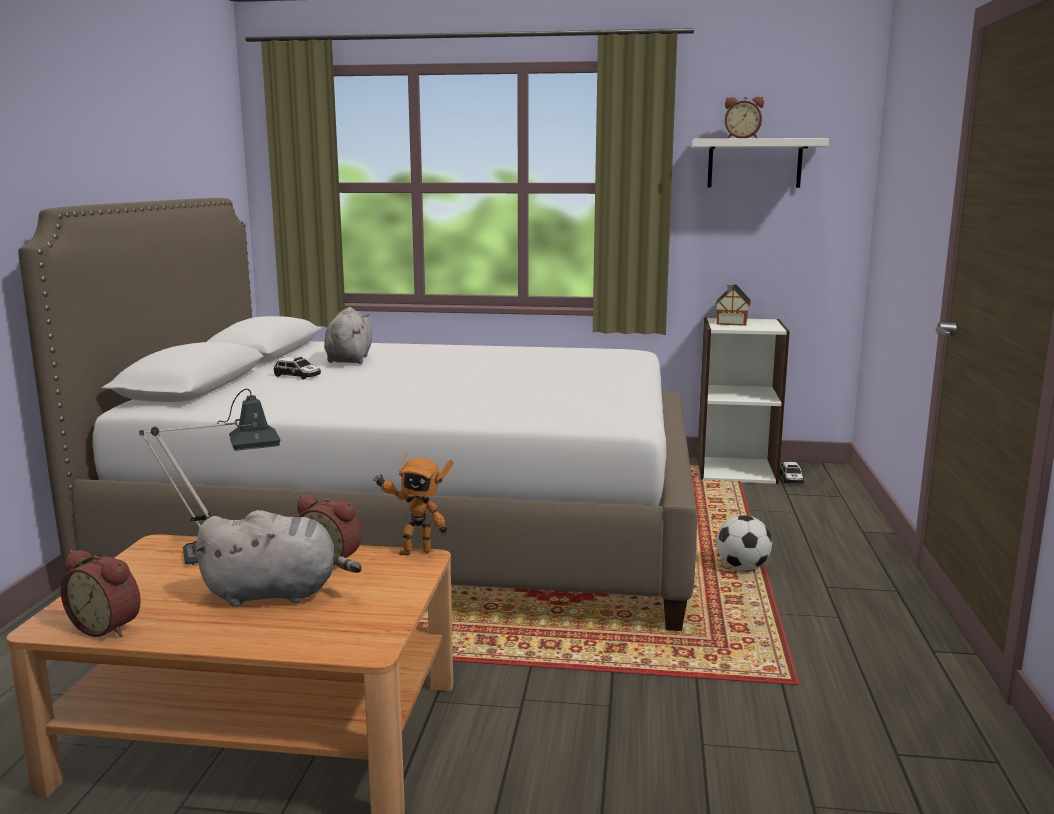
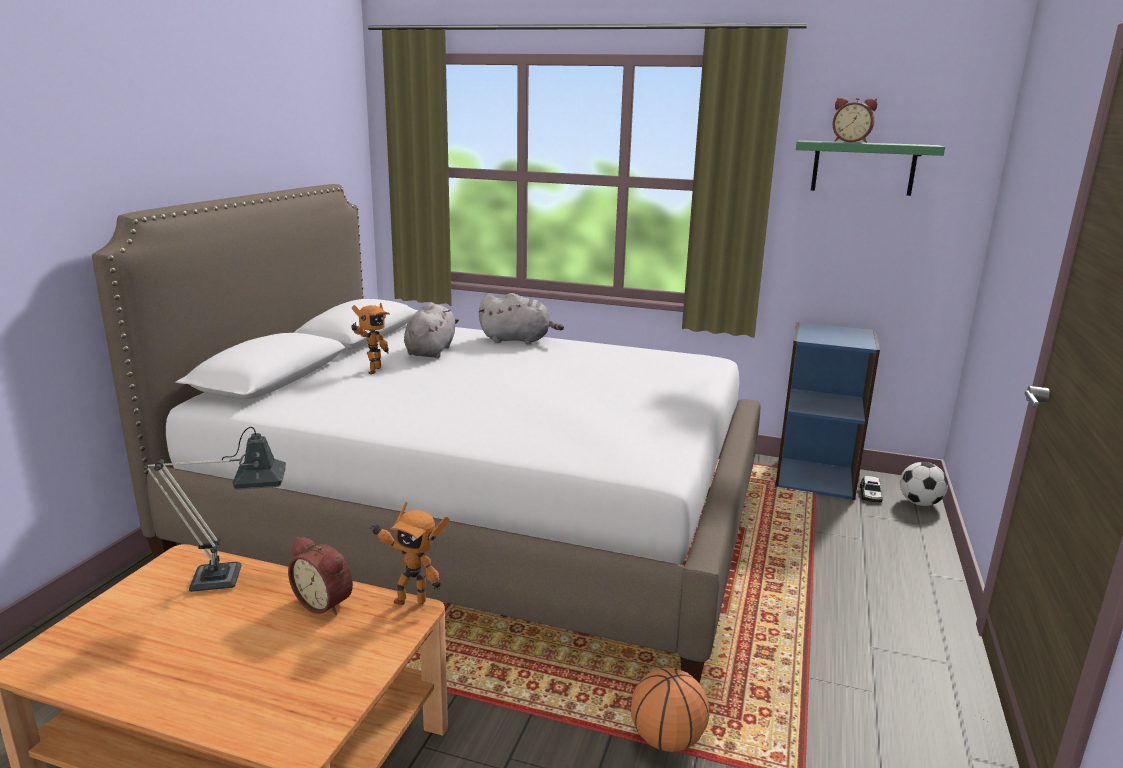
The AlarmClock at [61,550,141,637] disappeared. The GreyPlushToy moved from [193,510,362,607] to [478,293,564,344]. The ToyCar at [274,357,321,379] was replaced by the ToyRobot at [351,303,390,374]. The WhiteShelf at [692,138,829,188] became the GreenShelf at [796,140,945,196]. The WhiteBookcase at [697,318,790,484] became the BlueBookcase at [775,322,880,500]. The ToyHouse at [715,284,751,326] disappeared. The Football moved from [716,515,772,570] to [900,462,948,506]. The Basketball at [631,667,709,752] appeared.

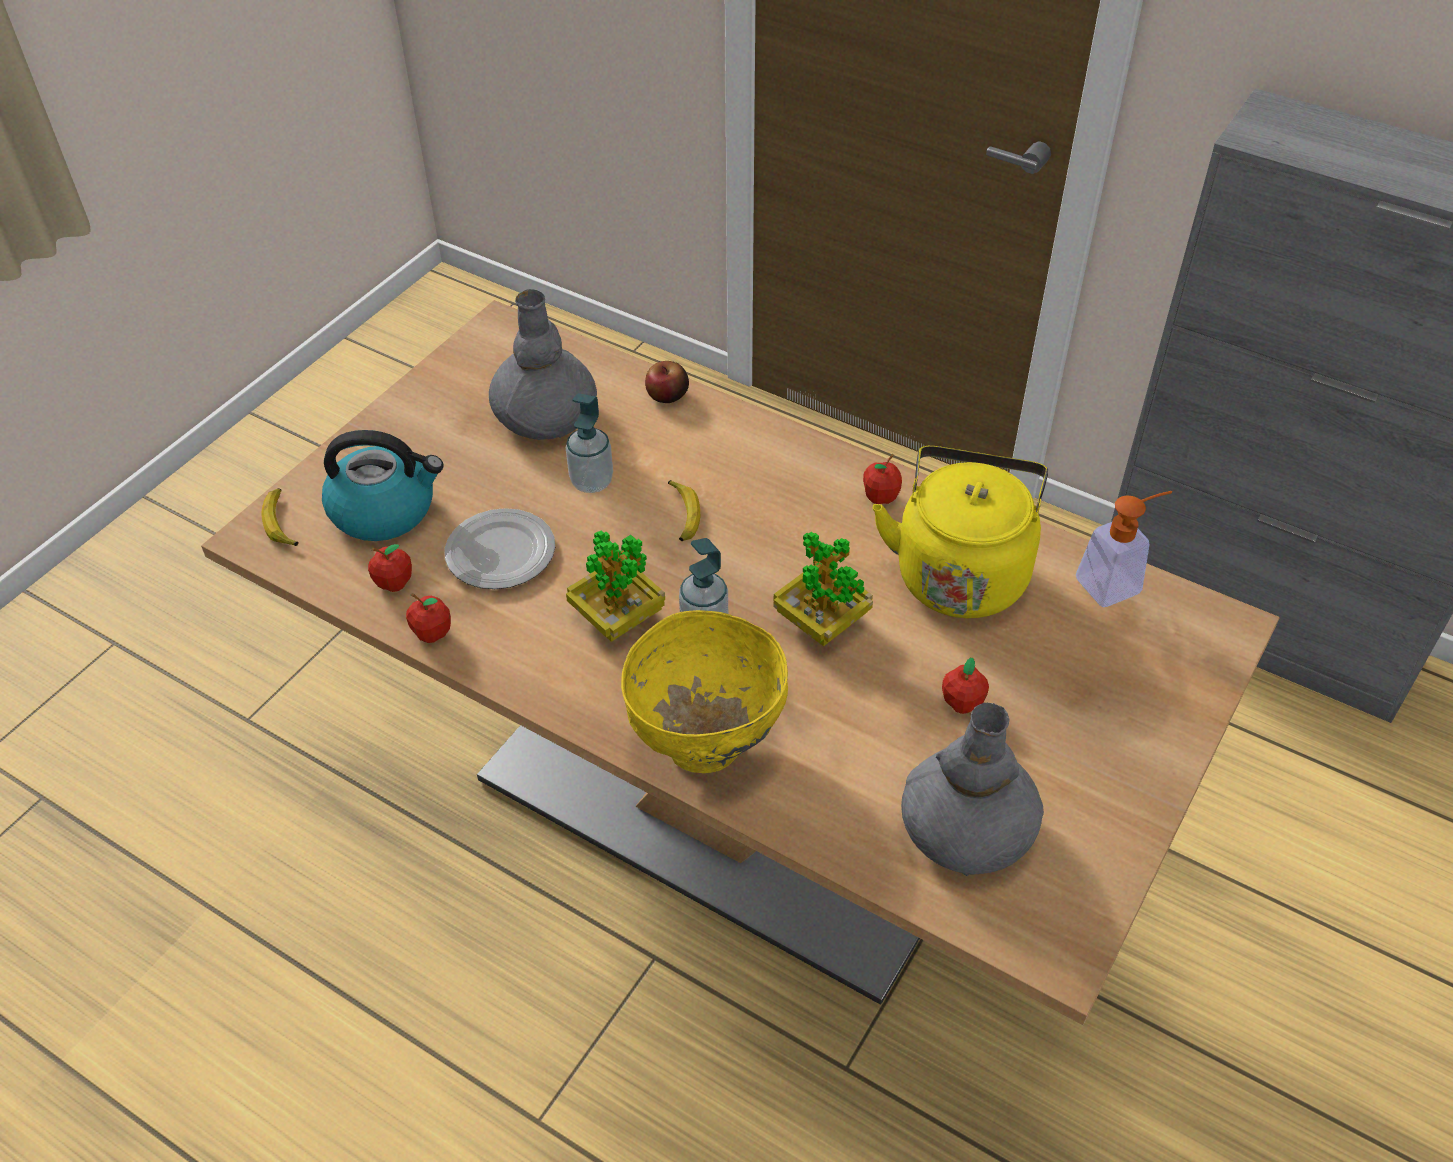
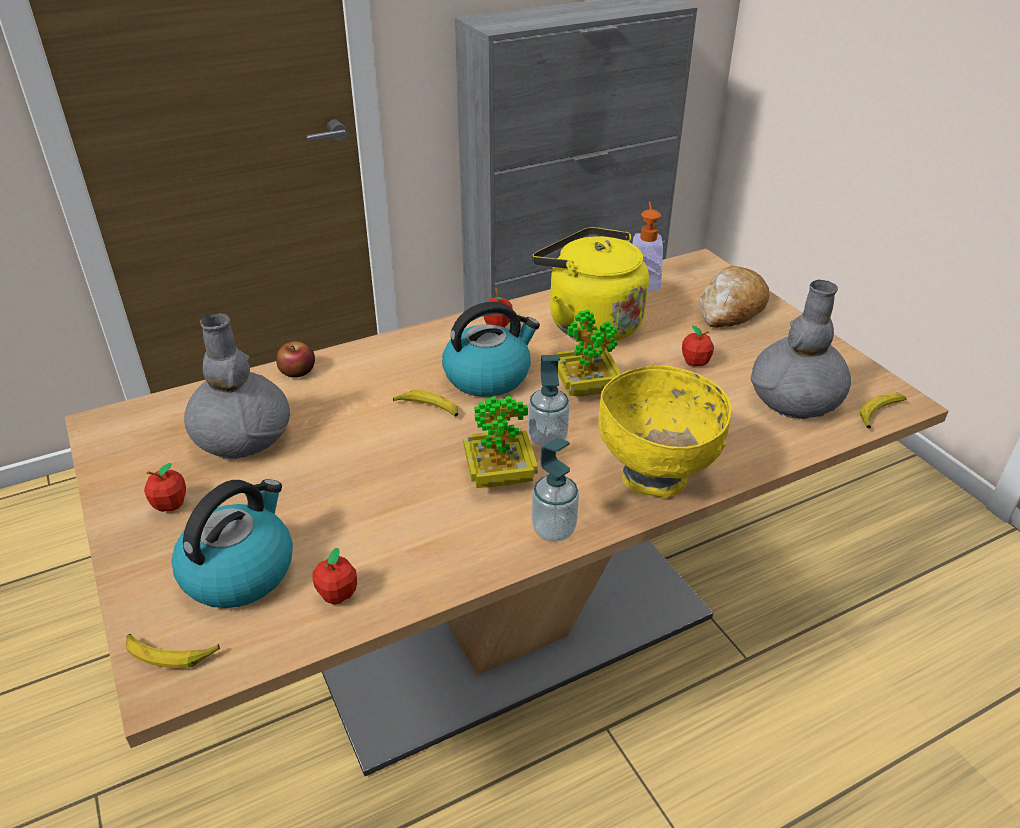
The Apple moved from [406,593,451,643] to [144,463,186,512]. The Plate at [444,508,555,589] disappeared. The SoapDispenser moved from [566,393,613,493] to [532,438,579,542]. The Kettle at [442,302,540,397] appeared. The Bread at [699,266,769,328] appeared. The Banana at [860,393,906,428] appeared.

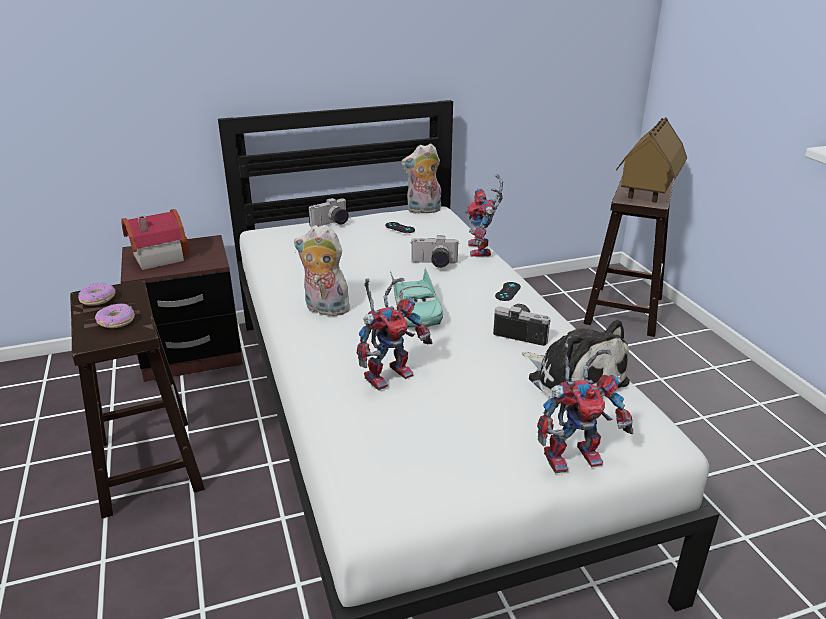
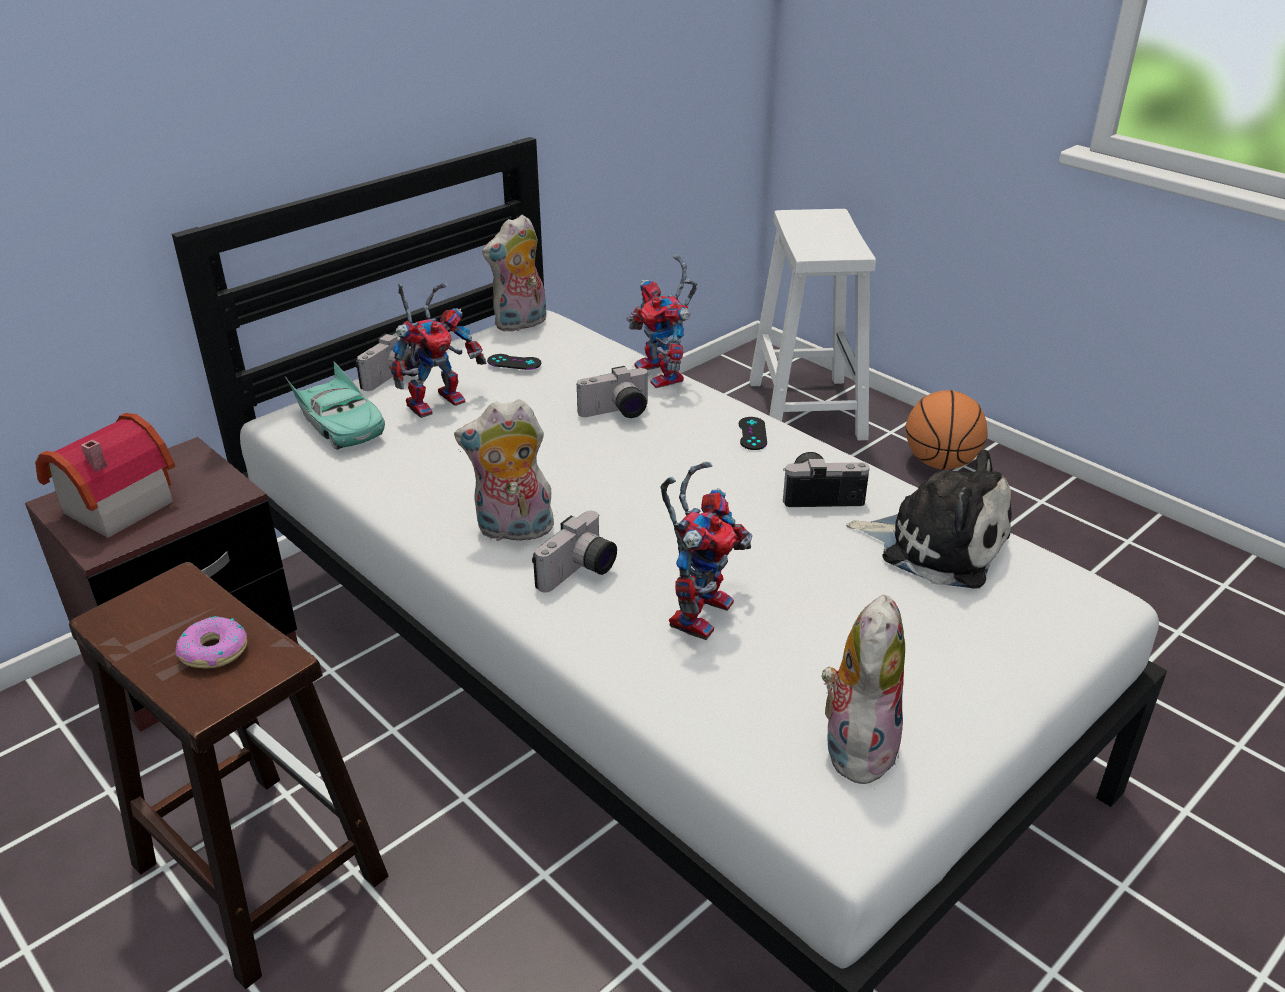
The Donut at [78,283,116,306] disappeared. The TurquoiseToyCar moved from [390,268,443,328] to [285,362,385,450]. The ToyRobot moved from [537,343,633,473] to [391,283,487,418]. The BrownStool at [584,175,674,337] became the WhiteStool at [749,209,876,441]. The ToyHouse at [616,117,687,203] disappeared. The PhotoCamera at [532,511,617,593] appeared. The PlushToy at [822,595,905,790] appeared. The Basketball at [906,390,988,470] appeared.

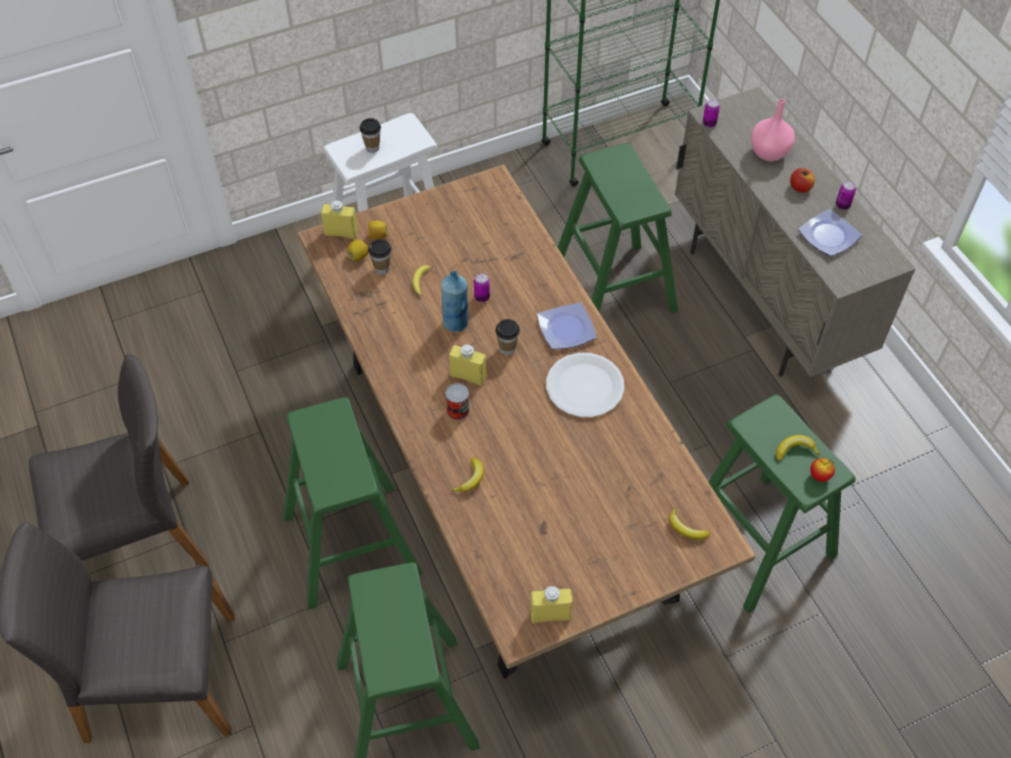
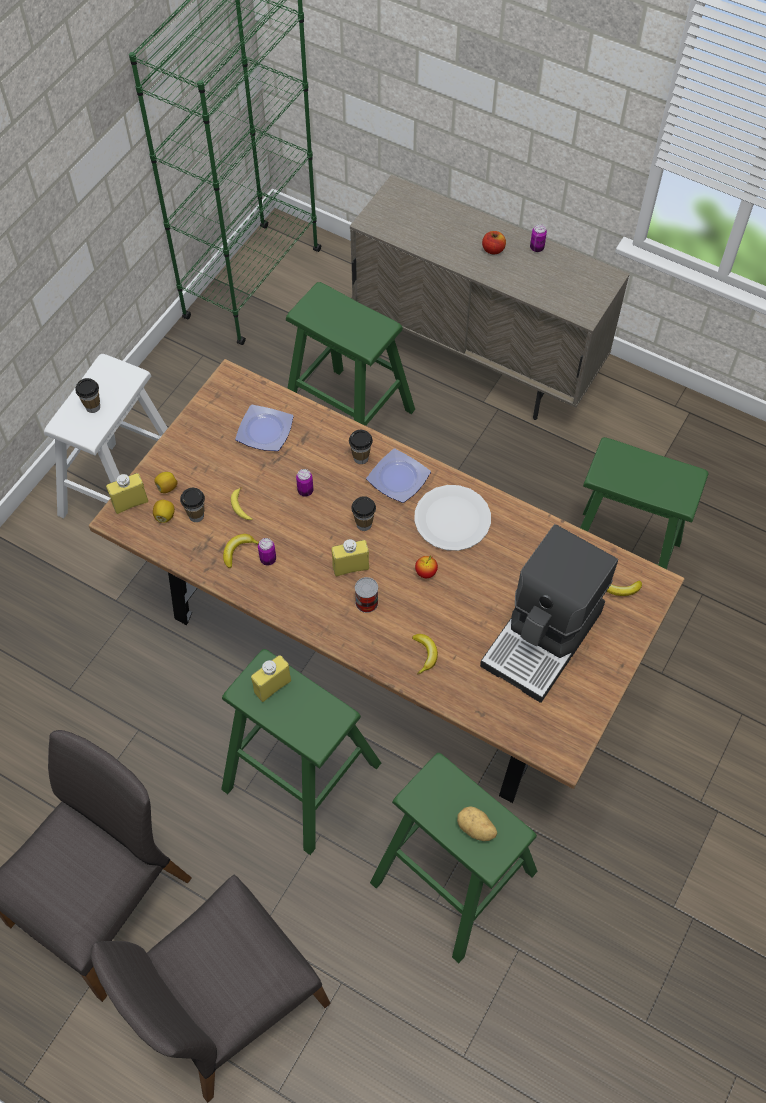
The BlueBottle at [441,271,468,332] disappeared. The YellowBottle moved from [530,586,573,623] to [251,655,291,702]. The Can moved from [703,99,720,127] to [258,538,276,566]. The PinkVase at [751,99,795,161] disappeared. The Banana moved from [776,435,820,461] to [223,534,259,568]. The Plate moved from [798,209,862,256] to [235,405,294,451]. The Apple moved from [810,458,835,482] to [415,555,438,578]. The Cup at [349,430,373,464] appeared. The Potato at [457,806,497,841] appeared. The CoffeeMachine at [480,524,618,703] appeared.

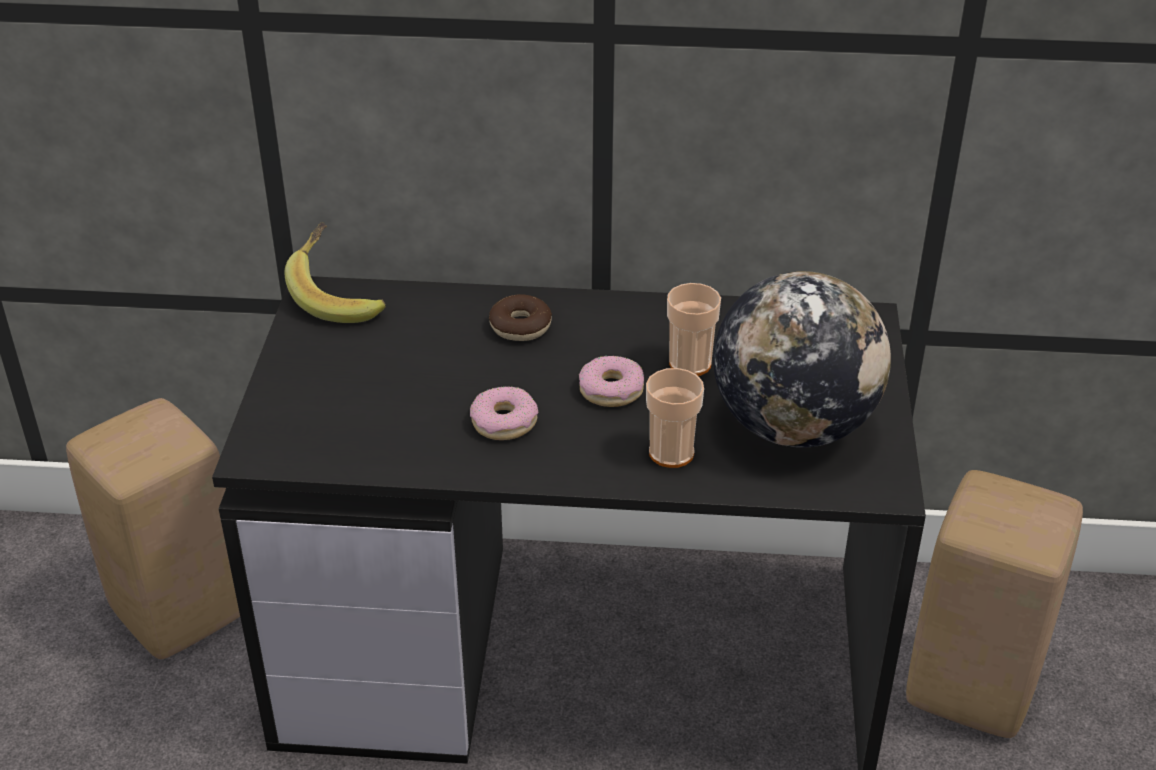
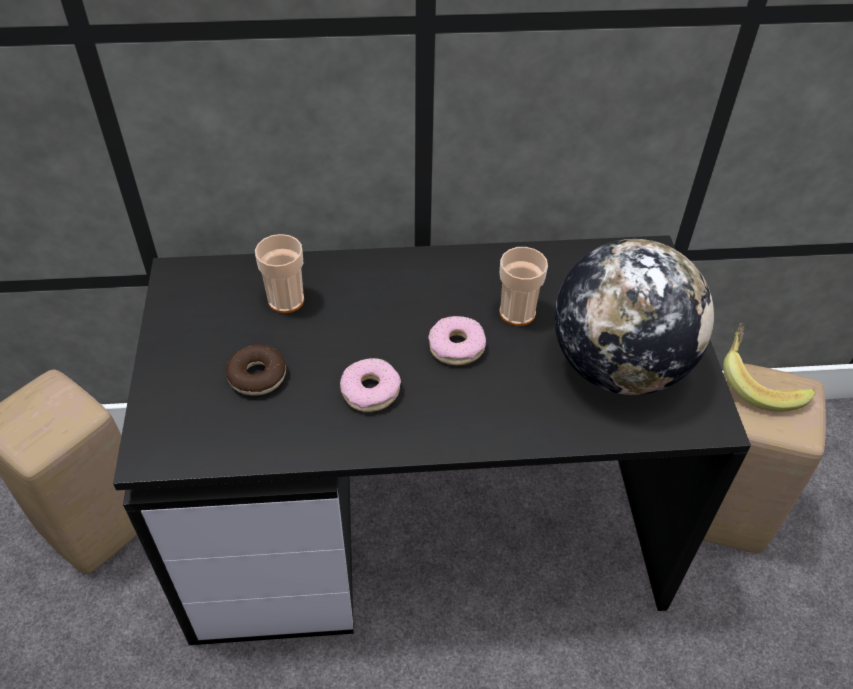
The Banana moved from [284,222,386,323] to [723,322,815,411]. The Donut moved from [489,294,552,341] to [226,345,286,396]. The Cup moved from [646,368,704,468] to [255,234,304,313].

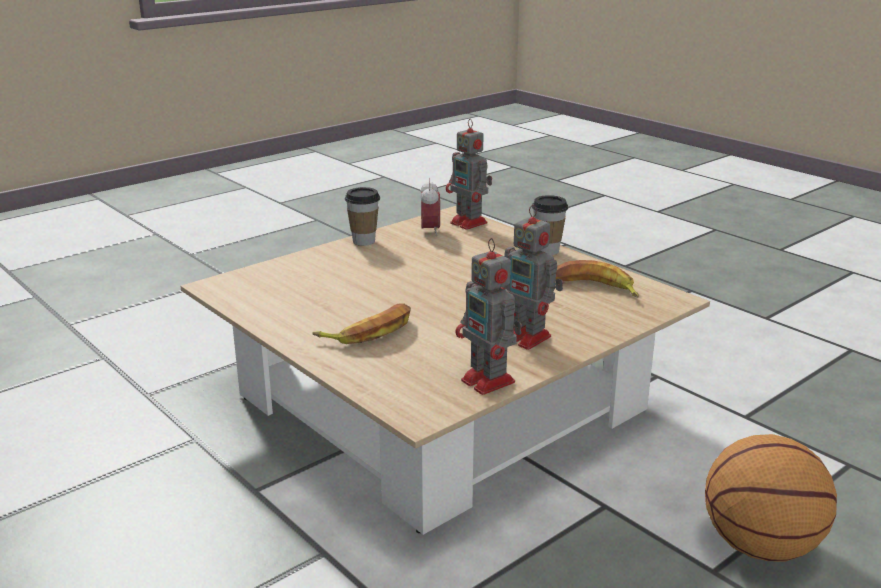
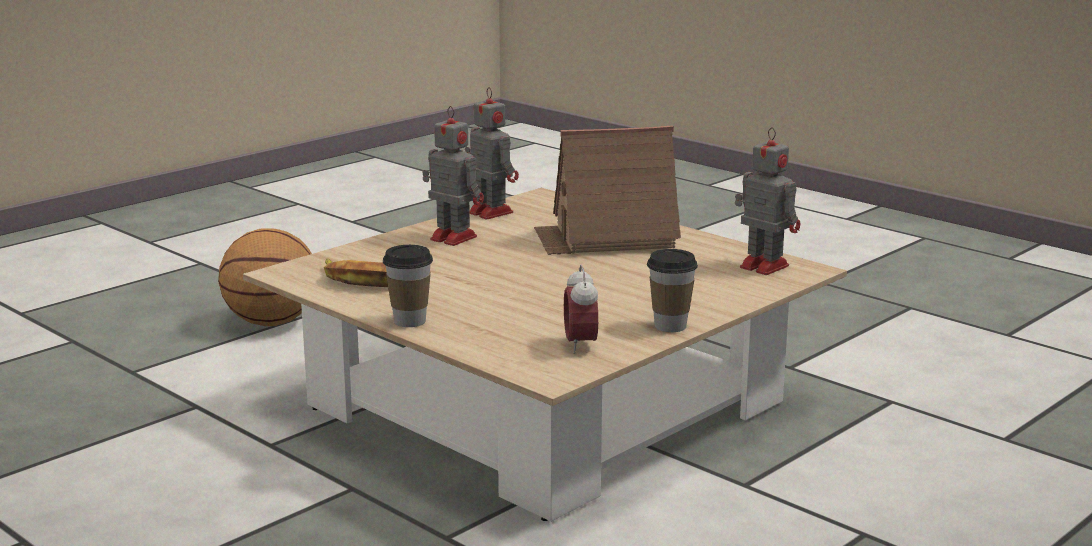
The Banana at [312,304,411,344] was replaced by the ToyHouse at [534,125,681,255]. The ToyRobot moved from [446,119,492,230] to [735,127,800,275].

